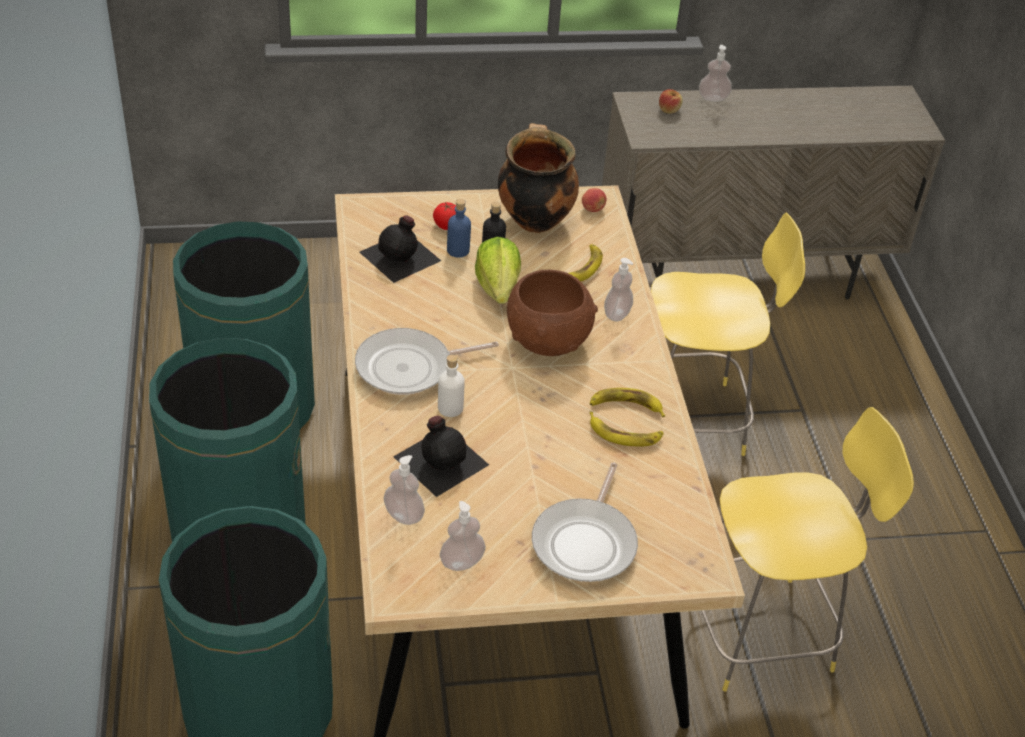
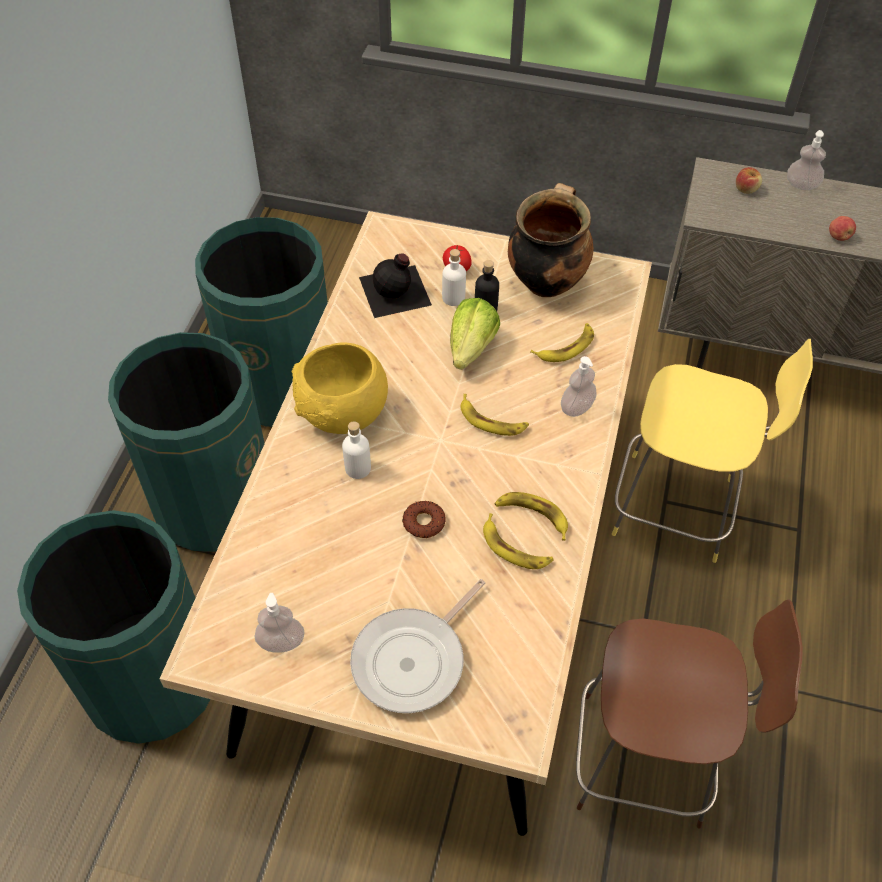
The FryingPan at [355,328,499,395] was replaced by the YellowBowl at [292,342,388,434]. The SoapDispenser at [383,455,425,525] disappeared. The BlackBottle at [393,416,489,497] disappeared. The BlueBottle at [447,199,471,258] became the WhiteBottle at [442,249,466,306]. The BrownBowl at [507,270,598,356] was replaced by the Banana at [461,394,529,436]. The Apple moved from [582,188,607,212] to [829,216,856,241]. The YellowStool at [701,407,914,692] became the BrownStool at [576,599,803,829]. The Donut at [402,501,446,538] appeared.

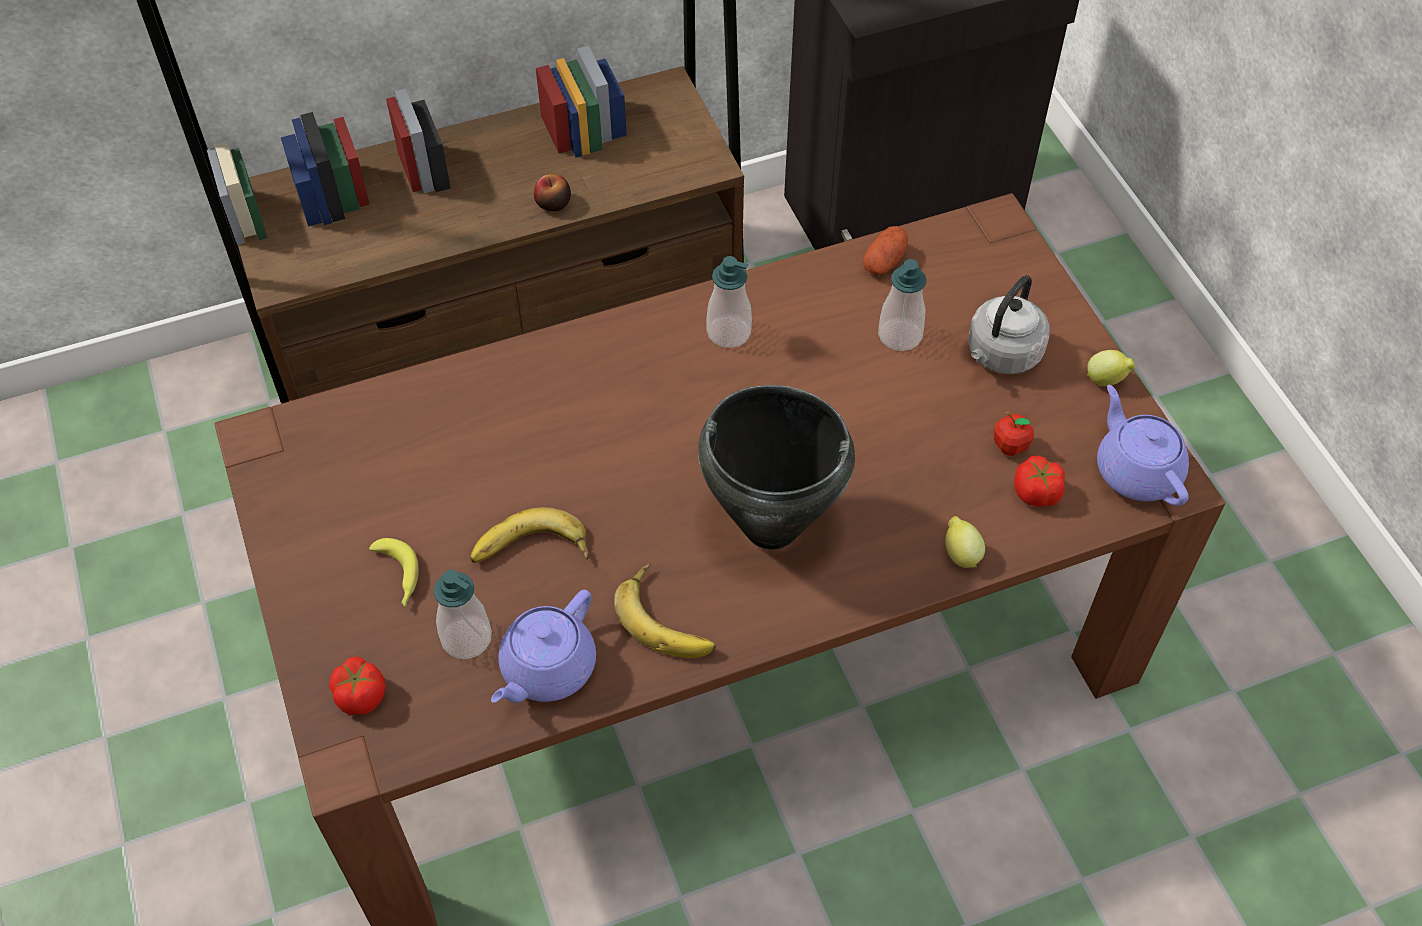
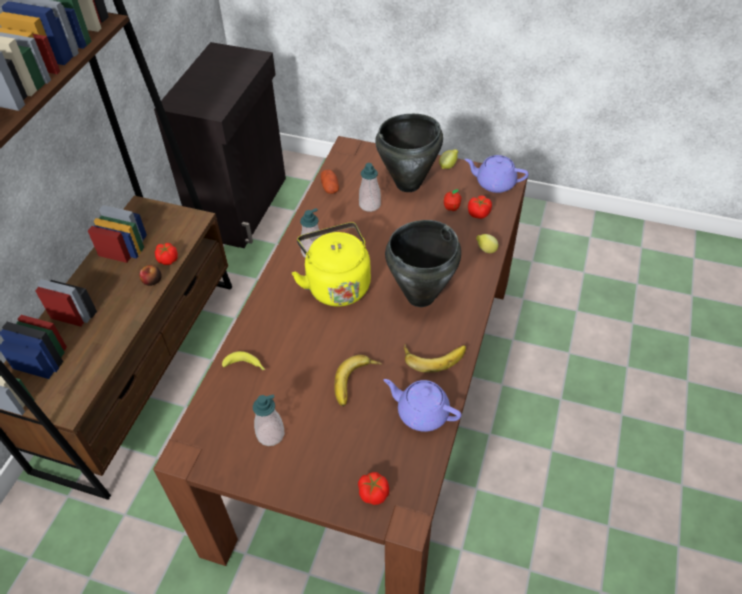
The Banana moved from [369,538,419,607] to [222,351,265,370]. The SoapDispenser moved from [433,569,492,659] to [253,394,284,446]. The PurpleTeapot at [491,590,596,703] turned 135 degrees clockwise. The GreyKettle at [968,275,1050,374] was replaced by the BlackCookingPot at [375,114,443,192]. The Tomato at [155,243,178,265] appeared. The YellowKettle at [292,222,371,307] appeared.

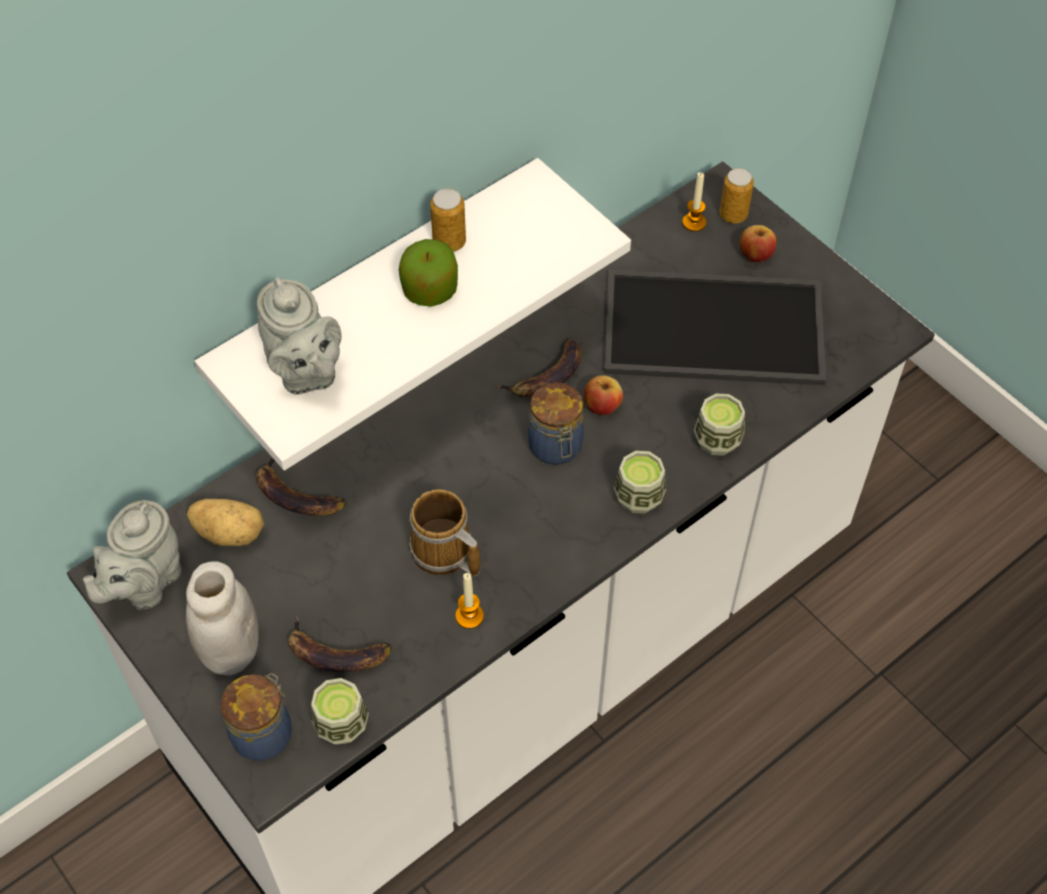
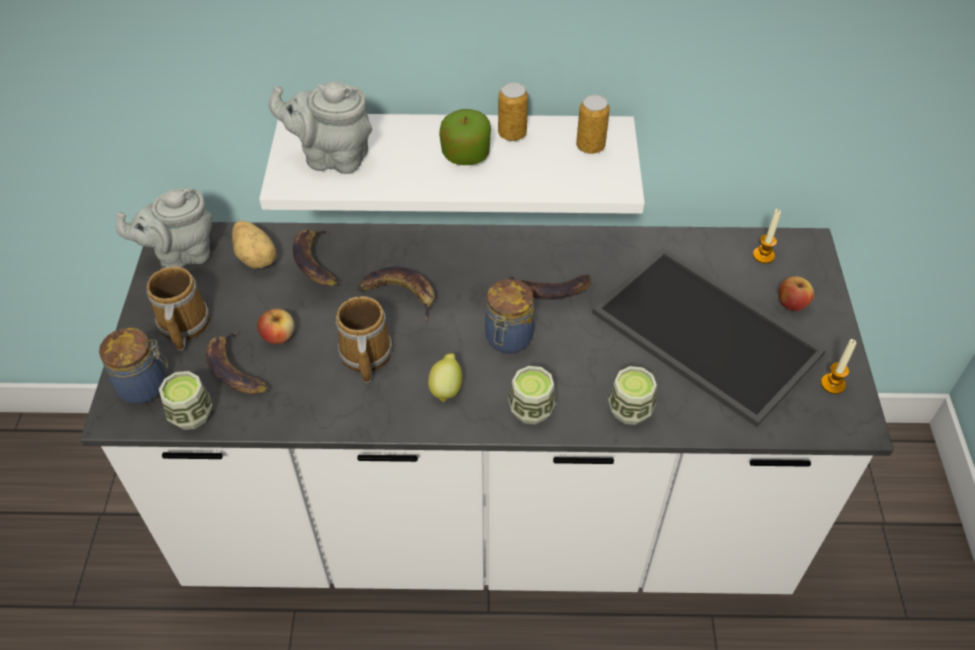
The WhiteJar at [186,561,259,675] was replaced by the Mug at [147,266,210,351]. The GreyTeapot at [257,278,342,395] turned 90 degrees clockwise. The Candle moved from [455,573,484,629] to [821,339,856,394]. The Apple moved from [584,375,623,415] to [257,309,295,344]. The Can moved from [720,168,754,223] to [576,95,610,154]. The Banana at [358,266,435,322] appeared. The Lemon at [428,353,462,402] appeared.

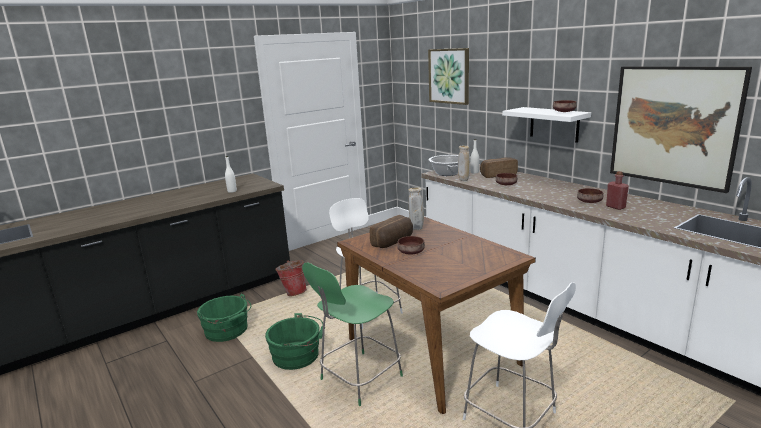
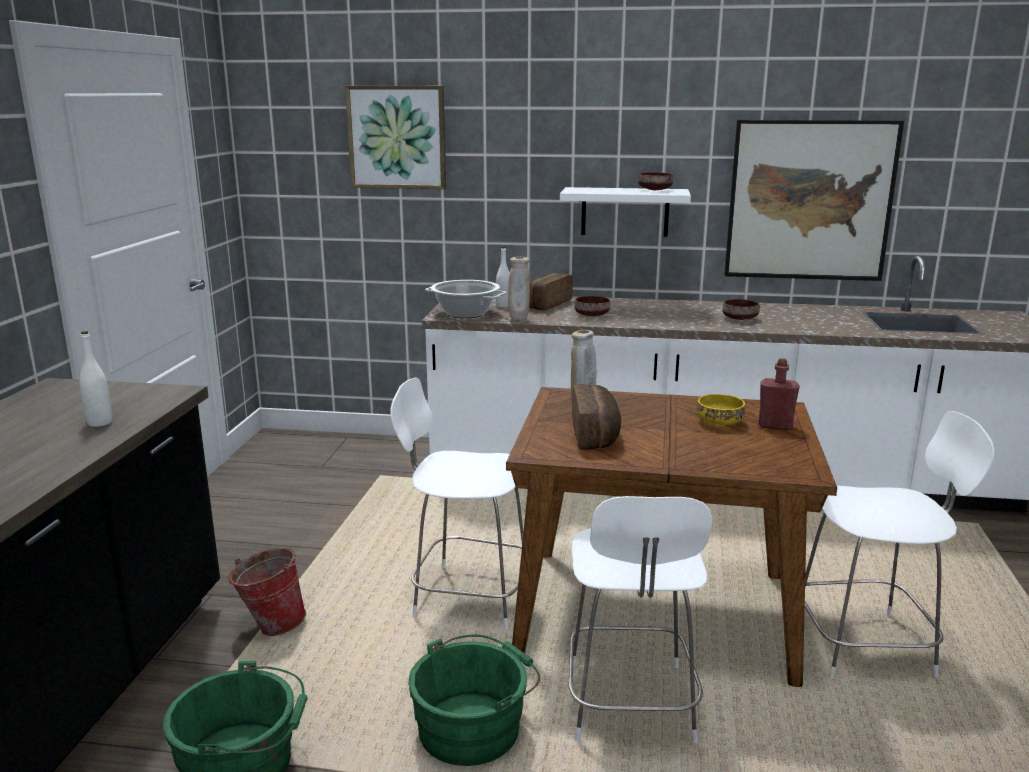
The GreenChair at [302,262,403,406] became the WhiteChair at [569,496,712,743]. The BrownBowl at [397,236,425,255] disappeared. The RedBottle moved from [606,171,629,210] to [758,358,799,430]. The YellowBowl at [697,394,745,425] appeared.

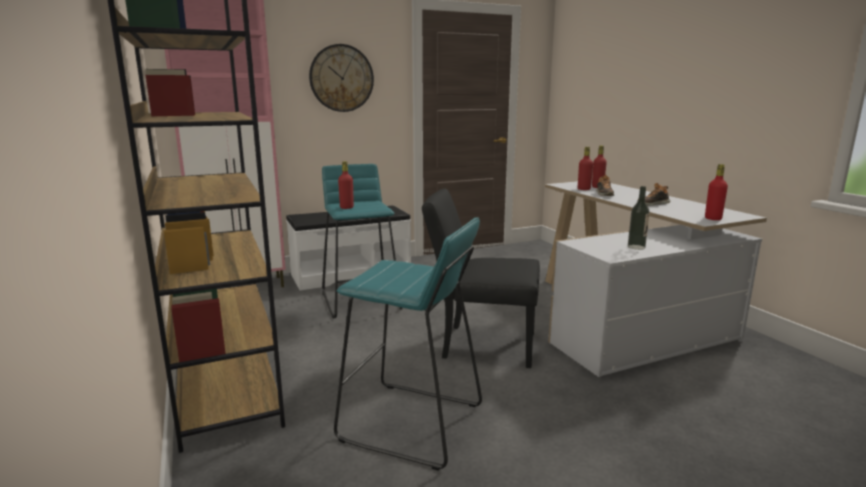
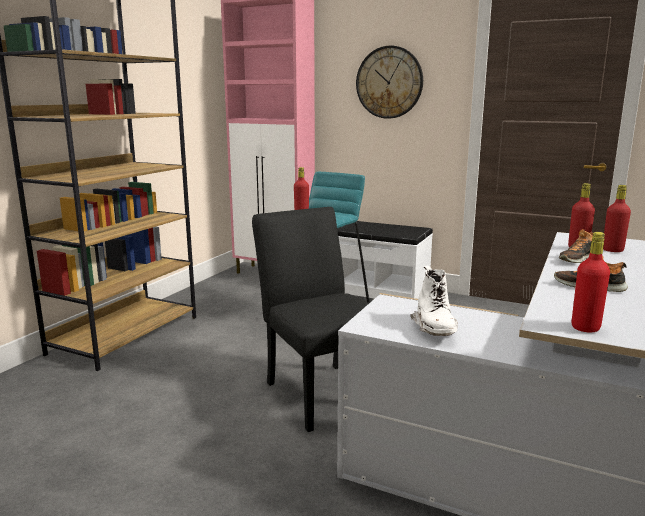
The TurquoiseStool at [334,217,482,471] disappeared. The Bottle at [628,186,650,250] was replaced by the WhiteBoot at [411,265,458,336].

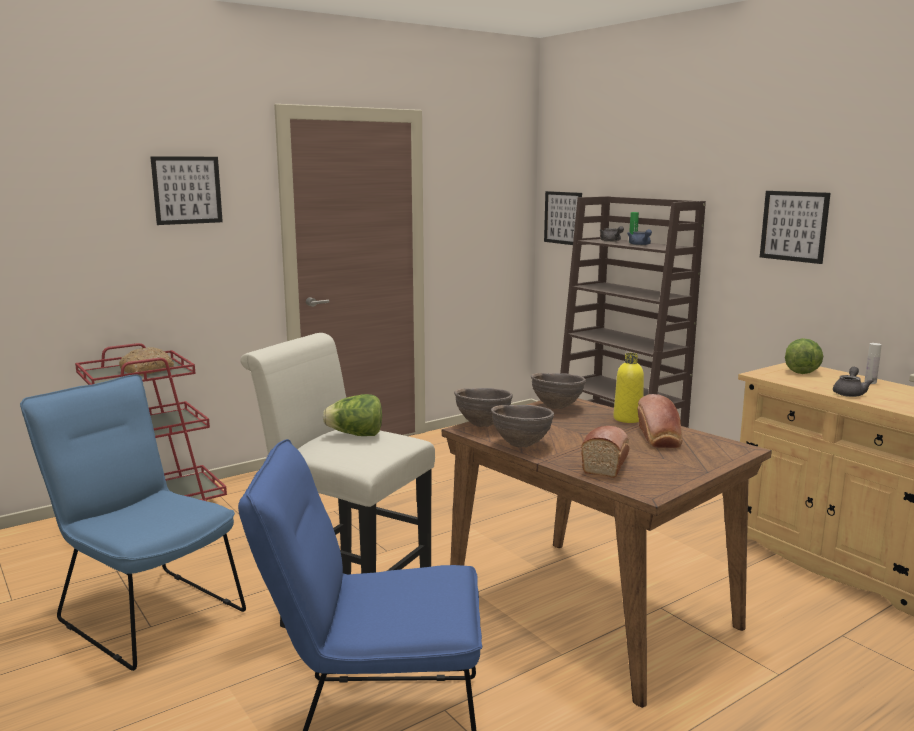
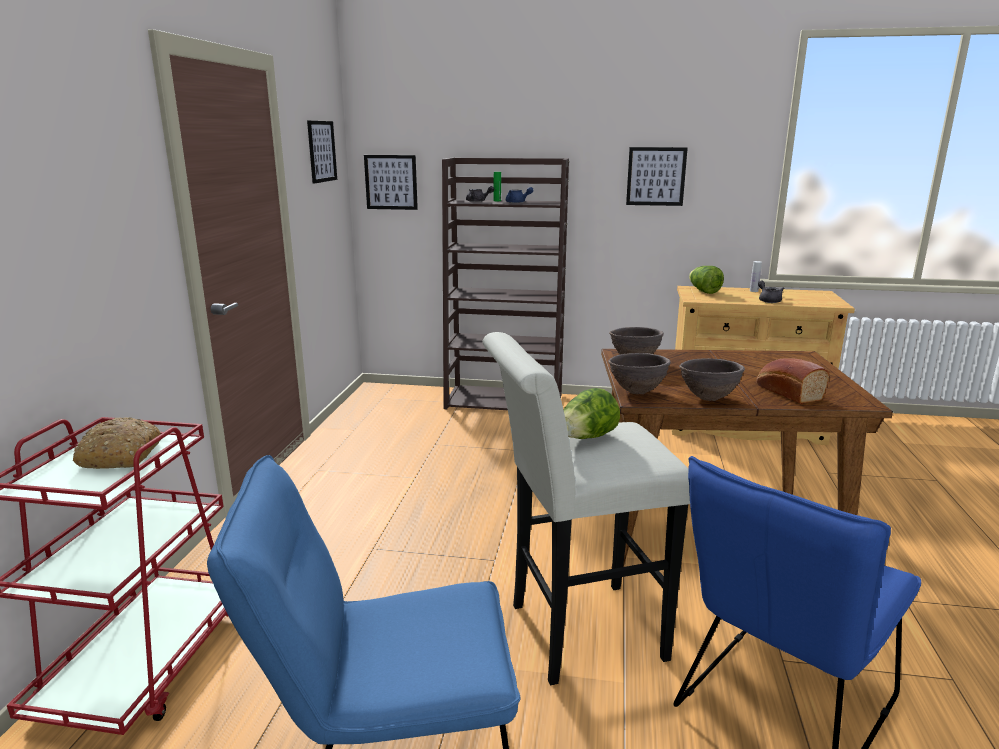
The Picture moved from [150,156,223,225] to [307,121,337,184]. The YellowBottle at [613,353,644,423] disappeared. The Bread at [637,394,683,448] disappeared.

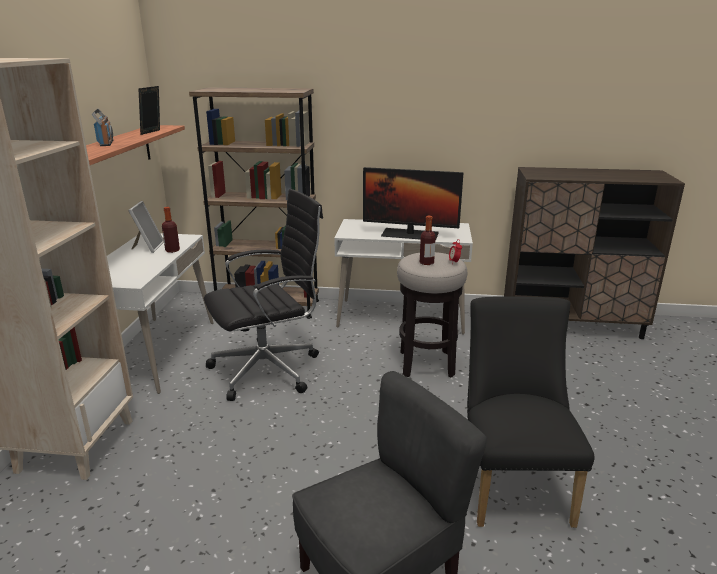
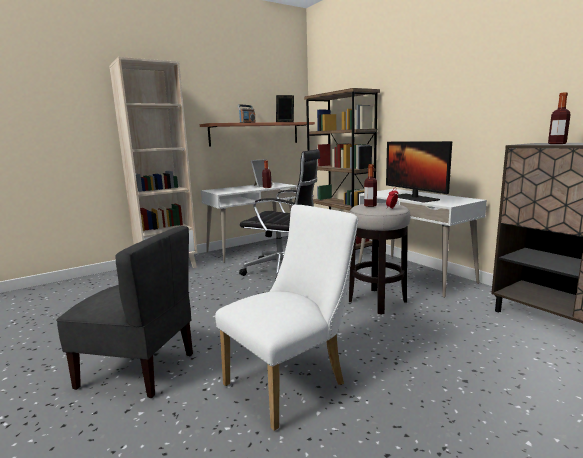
The BlackChair at [467,297,595,528] became the WhiteChair at [215,205,358,431]. The Bottle at [548,92,571,144] appeared.

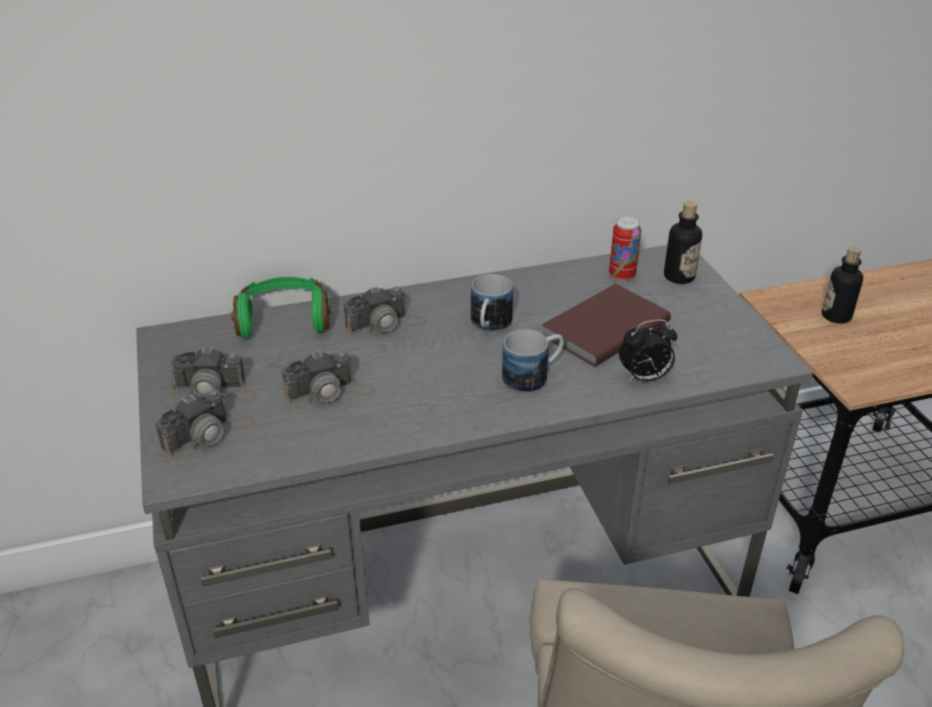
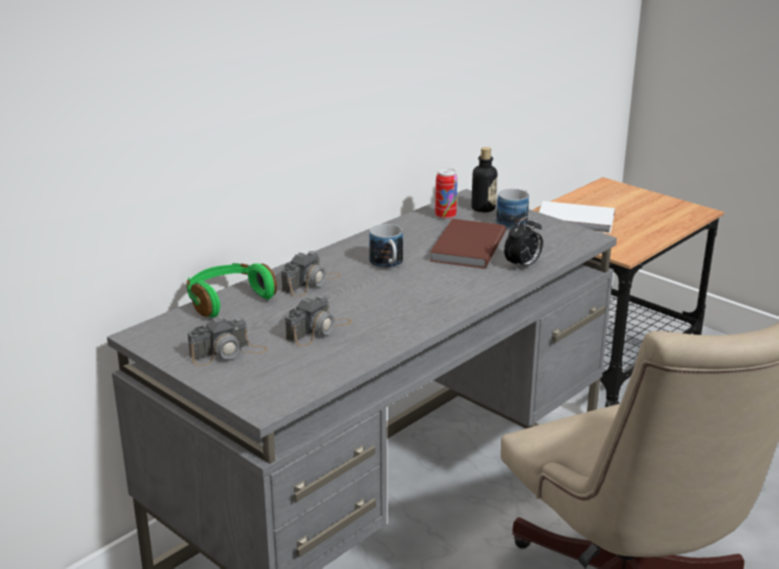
The PhotoCamera at [155,389,255,461] disappeared. The Mug moved from [502,329,564,393] to [496,189,529,230]. The Bottle at [822,247,863,324] was replaced by the WhiteBook at [539,201,615,233].

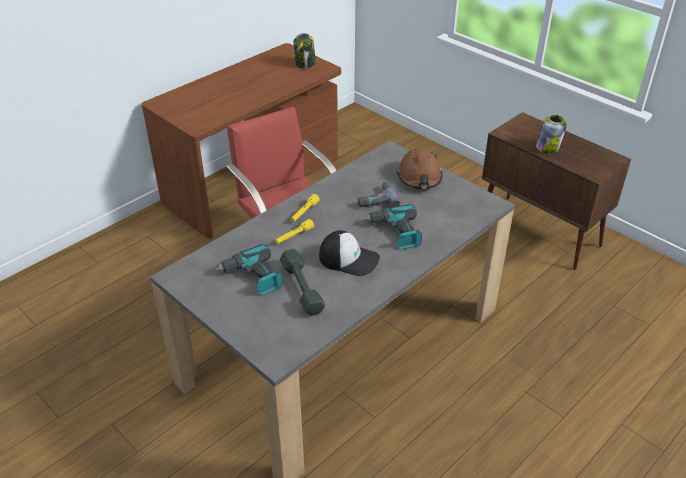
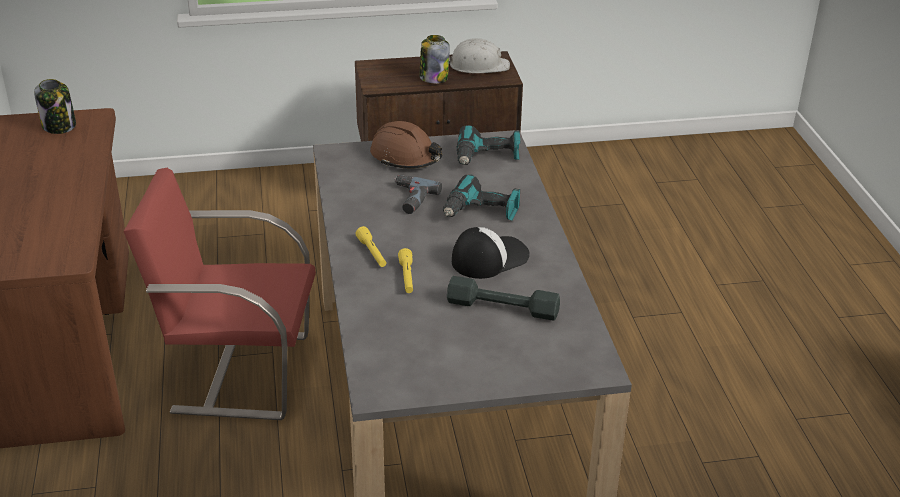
The PowerDrill moved from [216,244,282,295] to [457,125,521,165]. The WhiteHardHat at [449,38,510,73] appeared.

